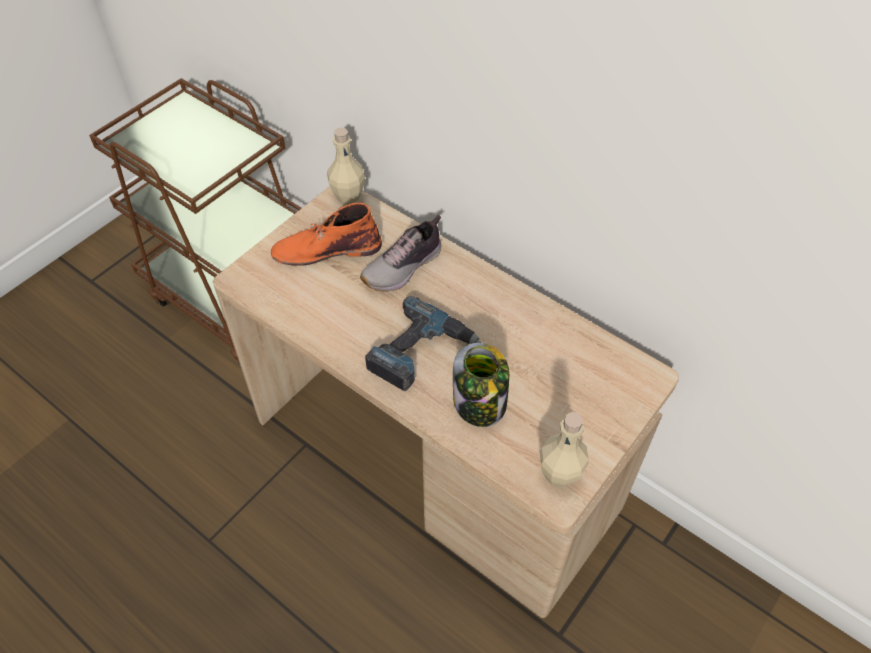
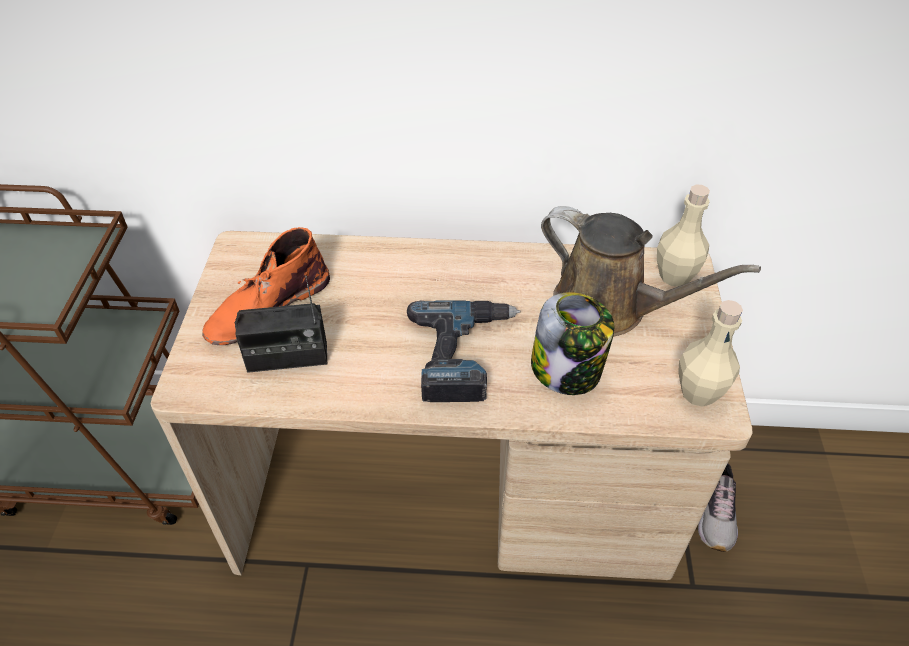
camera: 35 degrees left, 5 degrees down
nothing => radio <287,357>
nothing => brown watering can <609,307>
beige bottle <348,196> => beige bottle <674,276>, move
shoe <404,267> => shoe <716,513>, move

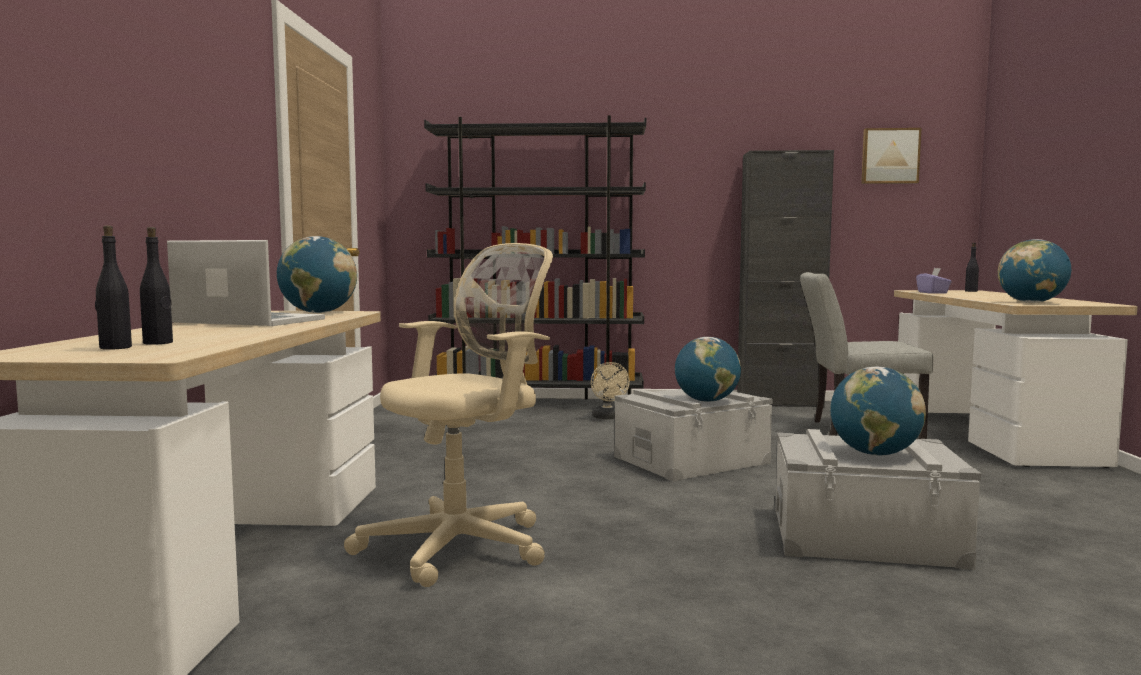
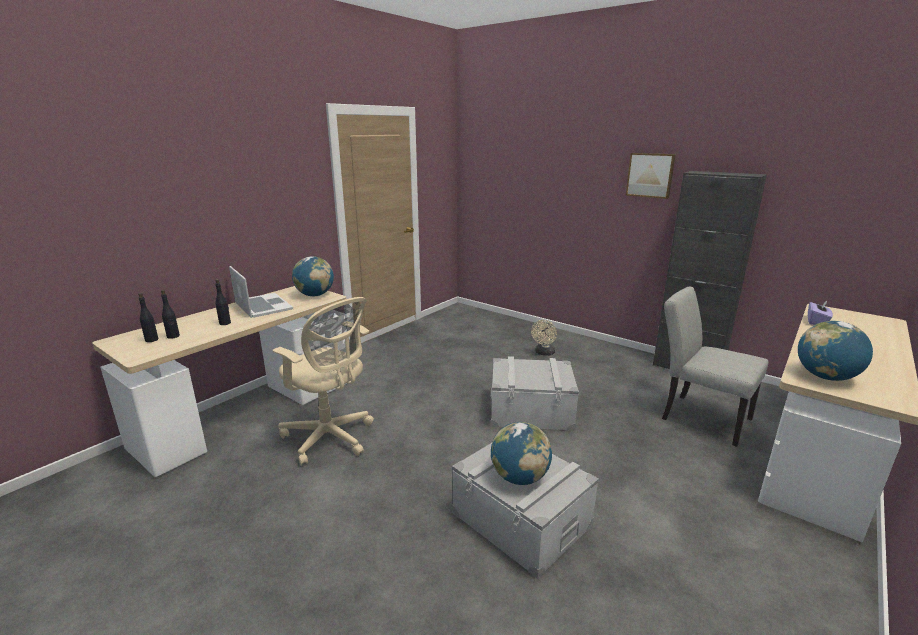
camera: 35 degrees right, 15 degrees up
black bookcase <539,403> => nothing
globe <706,401> => nothing
picture <889,156> => picture <650,175>, move
black bottle <971,291> => black bottle <225,323>, move
beige office chair <463,545> => beige office chair <330,438>, 45 degrees clockwise

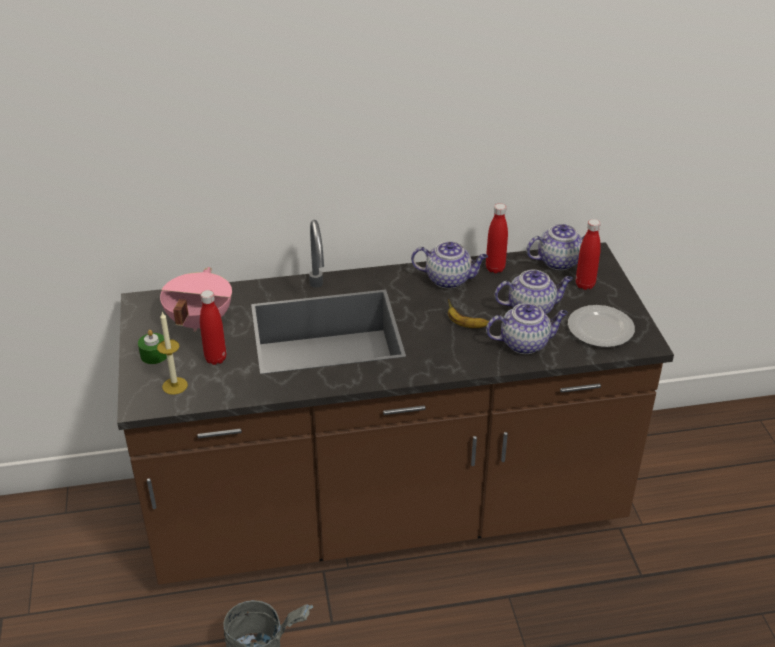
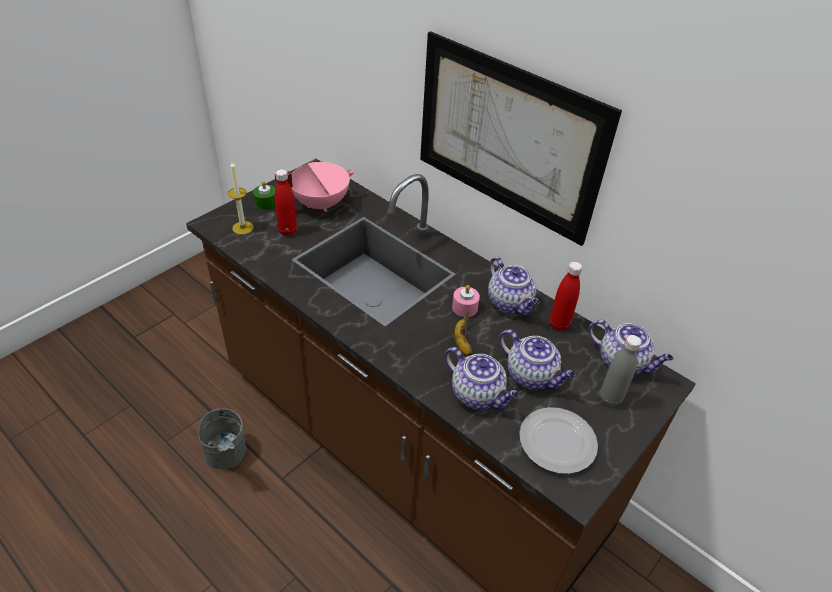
camera: 50 degrees right, 5 degrees up
nothing => picture <507,137>
nothing => pink candle <464,307>
red bottle <585,285> => grey bottle <610,398>

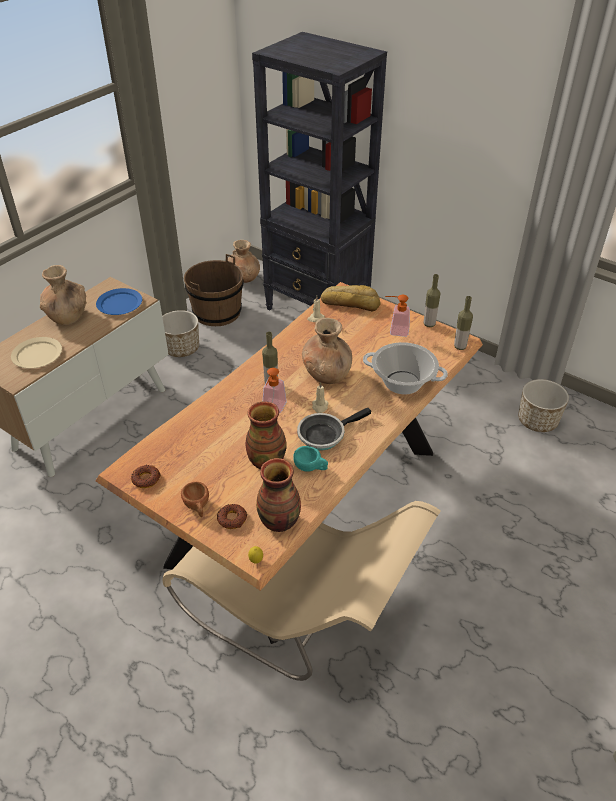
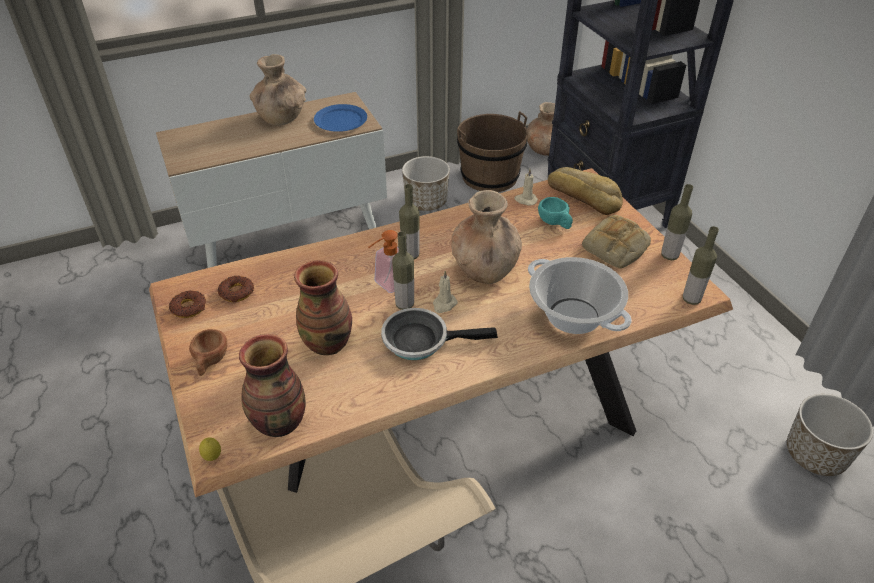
camera: 30 degrees right, 0 degrees up
beige plate <37,355> => nothing
nothing => bottle <404,304>
donut <232,519> => donut <236,292>, move
turquoise cup <310,467> => turquoise cup <555,223>, move
soap dispenser <395,330> => bread <616,248>

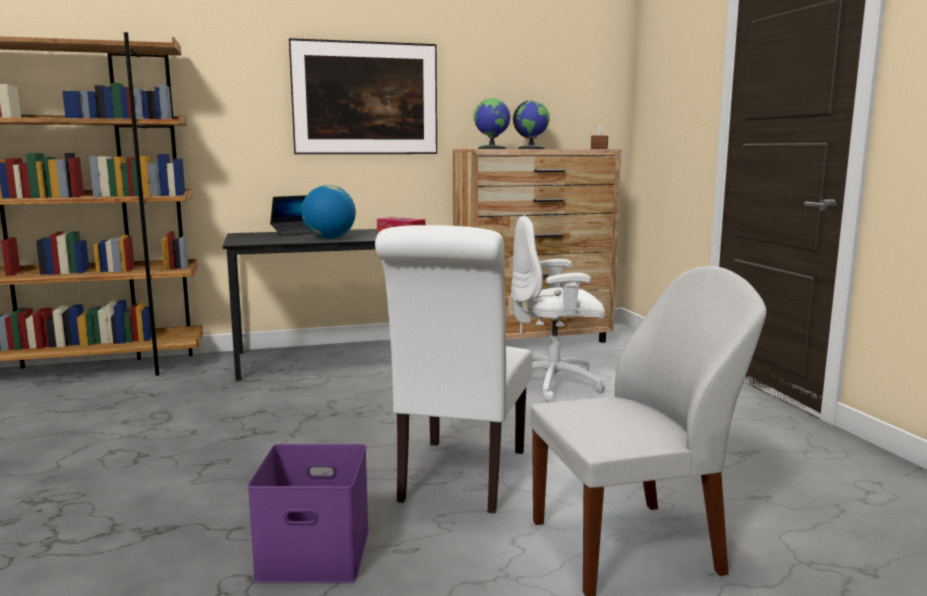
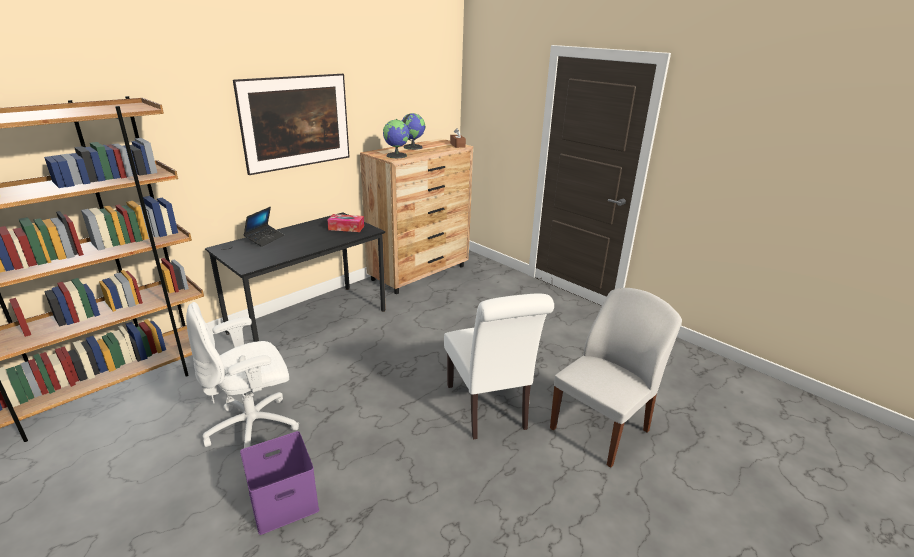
camera: 30 degrees left, 15 degrees up
globe <329,238> => nothing
purple storage box <312,555> => purple storage box <282,502>, move
white office chair <554,384> => white office chair <254,427>, move

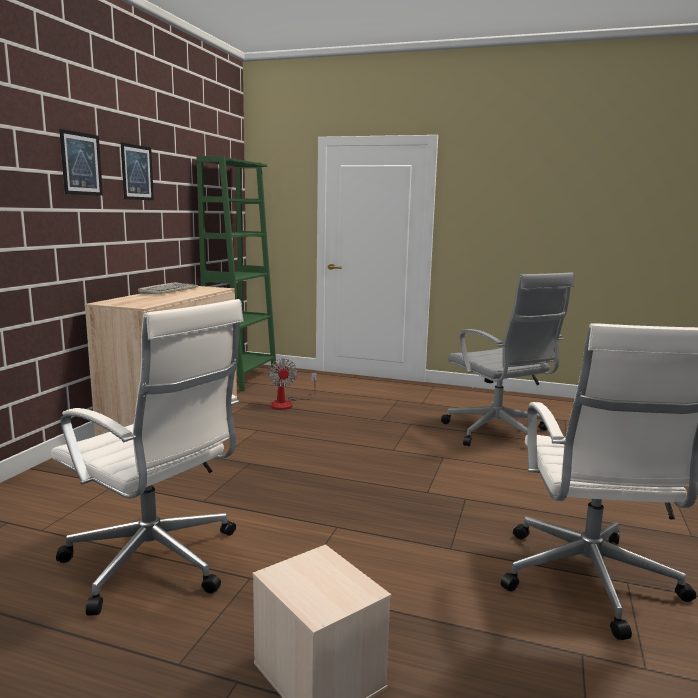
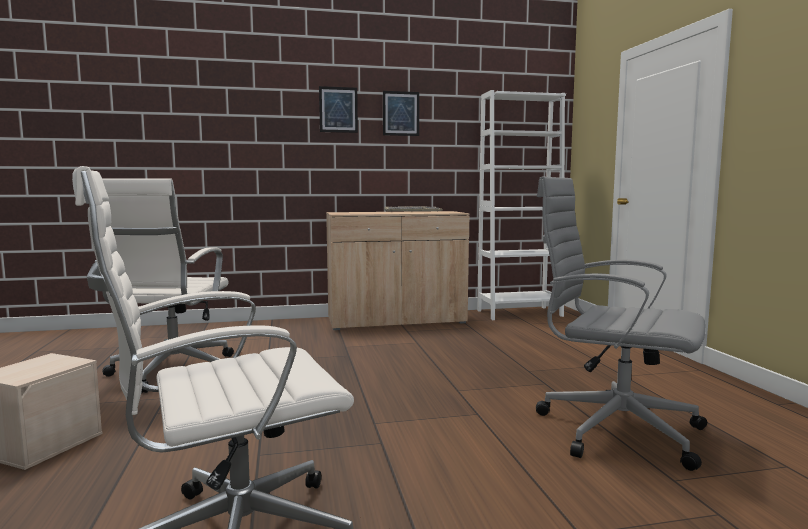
camera: 60 degrees right, 5 degrees down
fan <287,404> => nothing
green bookcase <242,379> => white bookcase <519,313>
grey office chair <498,433> => grey office chair <613,429>, 90 degrees clockwise

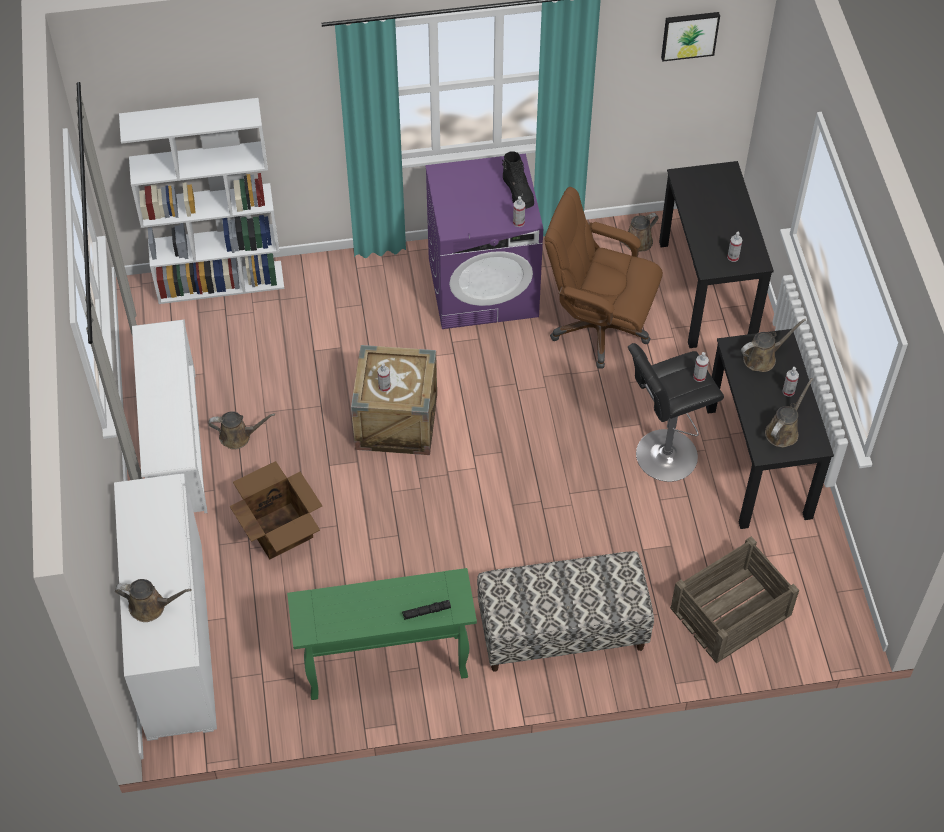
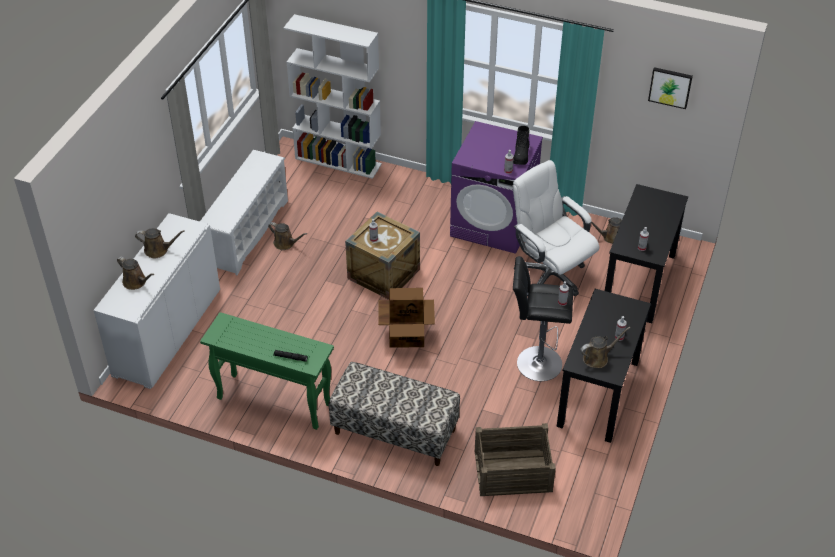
camera: 30 degrees right, 10 degrees down
cardboard box <280,529> => cardboard box <407,334>, move
brown watering can <762,358> => brown watering can <158,250>, move
brown office chair <598,328> => white office chair <549,275>

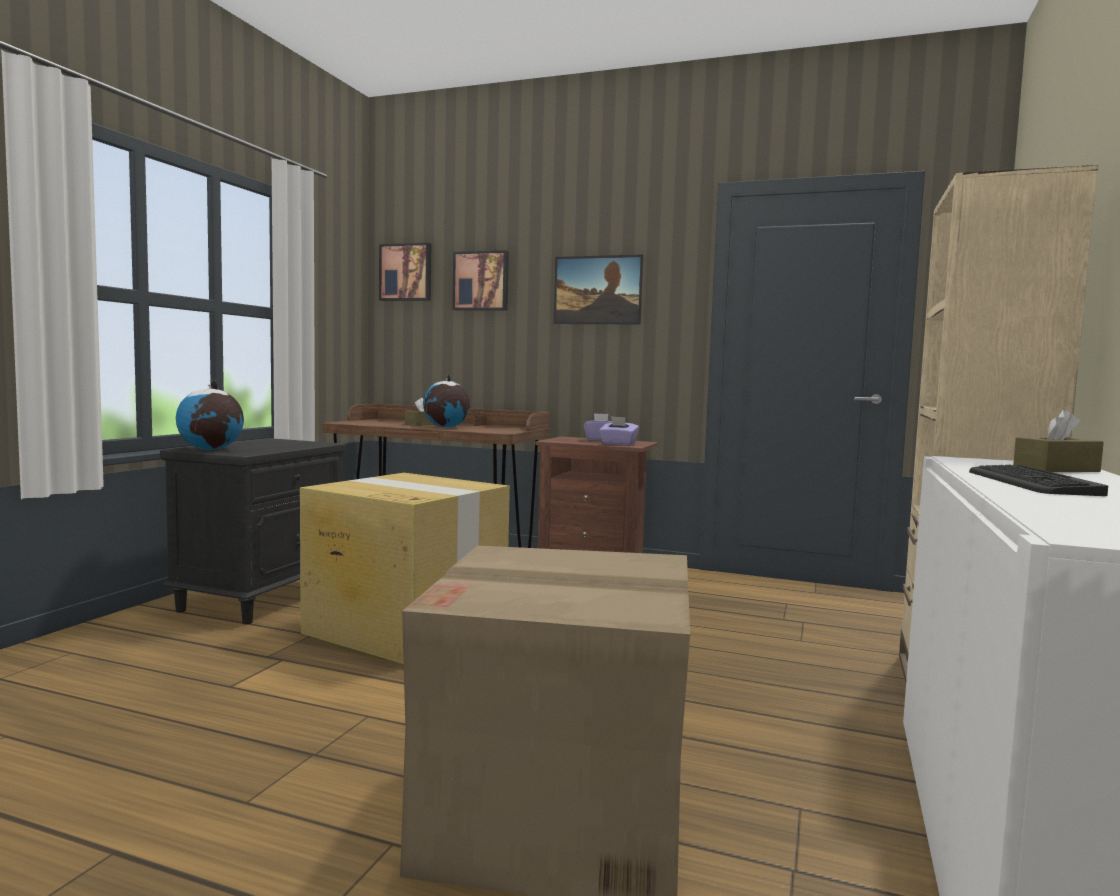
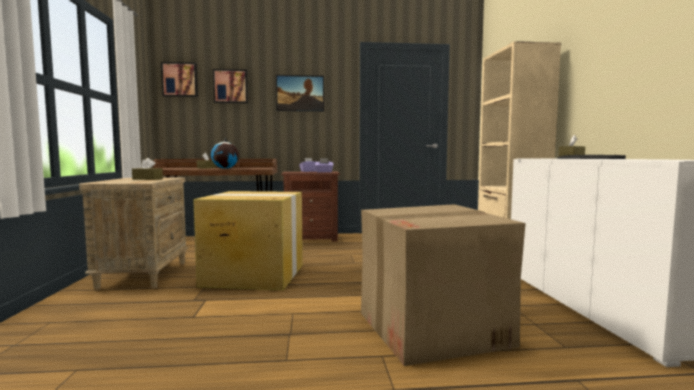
camera: 25 degrees left, 0 degrees up
globe <211,449> => nothing
nothing => brown tissue box <147,179>
black nightstand <262,597> => beige nightstand <144,275>

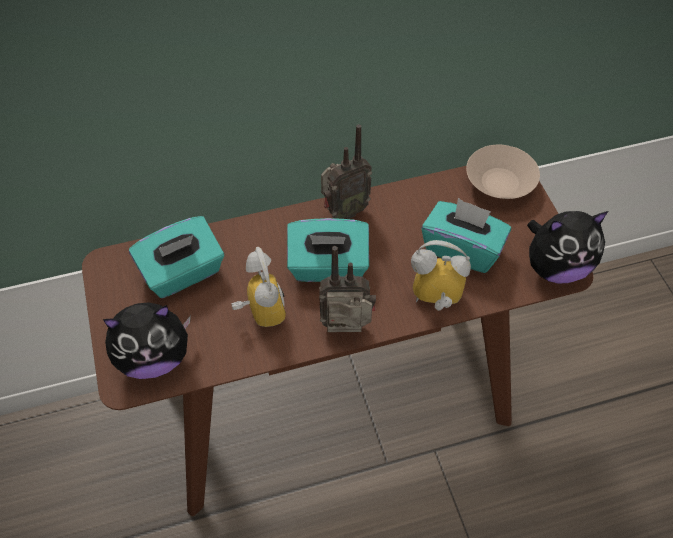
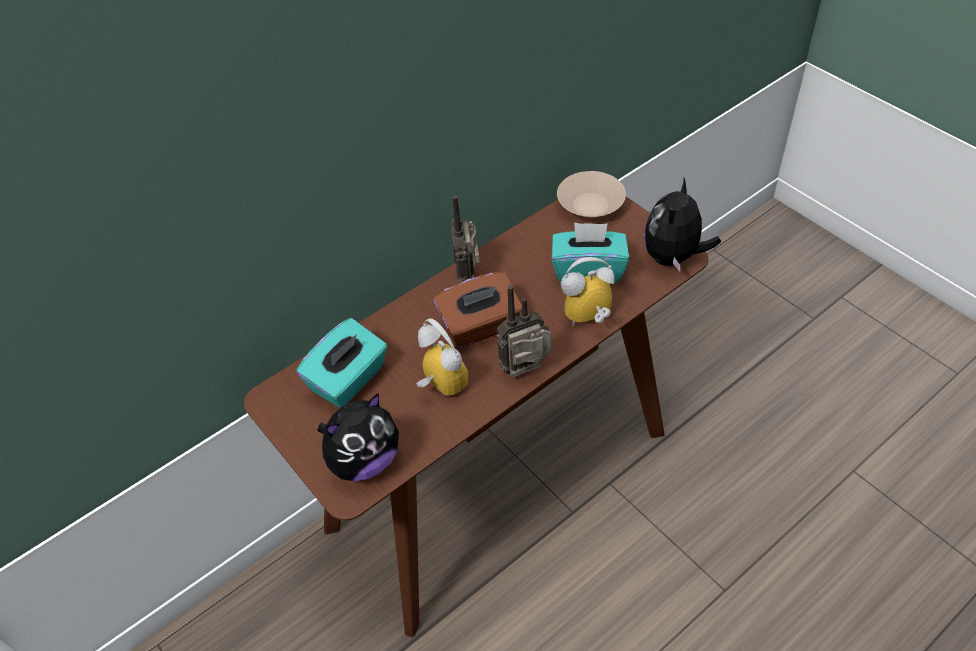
camera: 20 degrees left, 5 degrees down
turquoise tissue box <328,267> => brown tissue box <480,326>
radio <343,212> => radio <468,276>, 135 degrees clockwise
plush toy <556,267> => plush toy <673,257>, 150 degrees clockwise

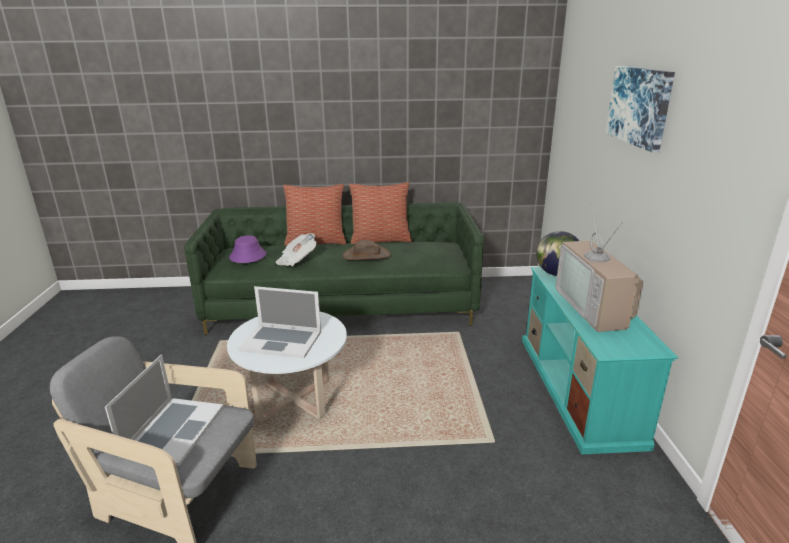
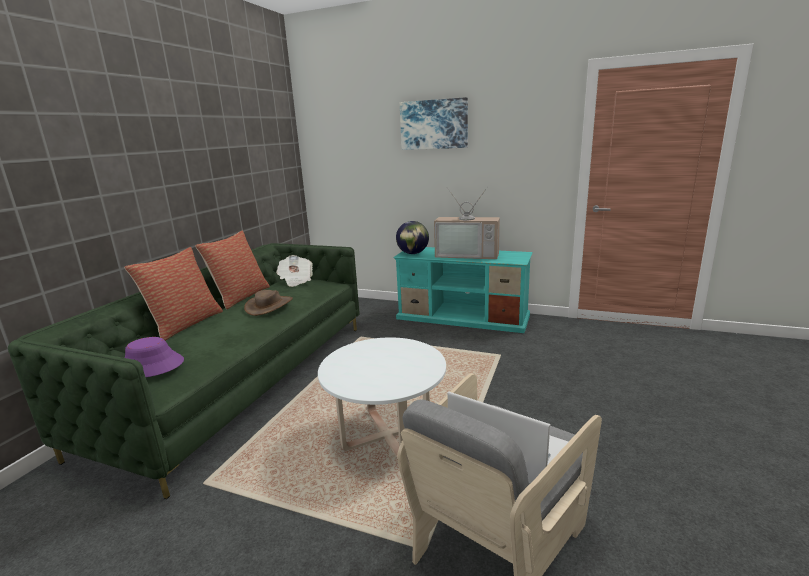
camera: 65 degrees left, 5 degrees down
laptop <281,340> => nothing
newspaper <297,260> => newspaper <296,280>, move

